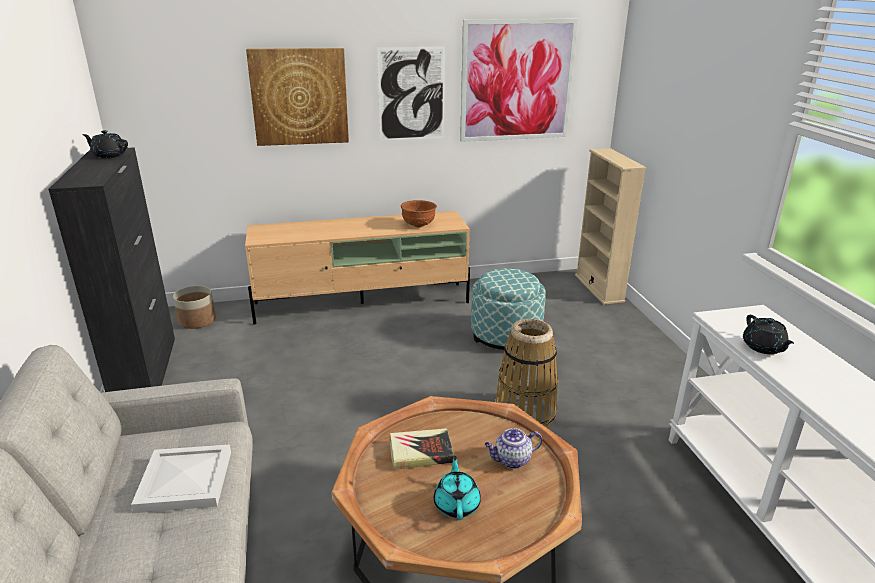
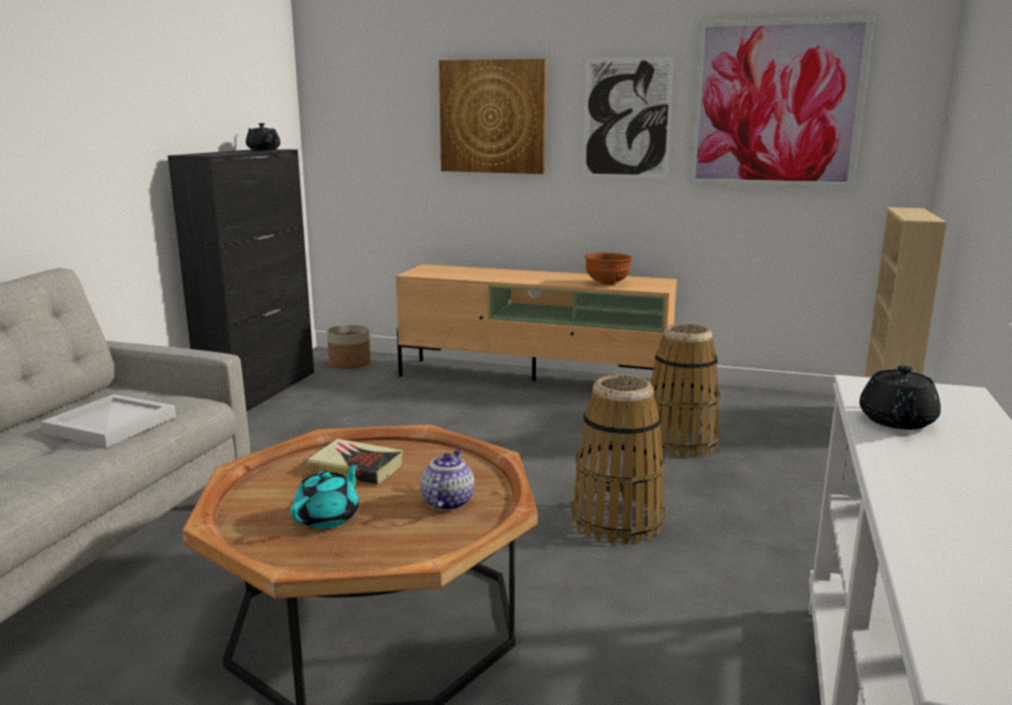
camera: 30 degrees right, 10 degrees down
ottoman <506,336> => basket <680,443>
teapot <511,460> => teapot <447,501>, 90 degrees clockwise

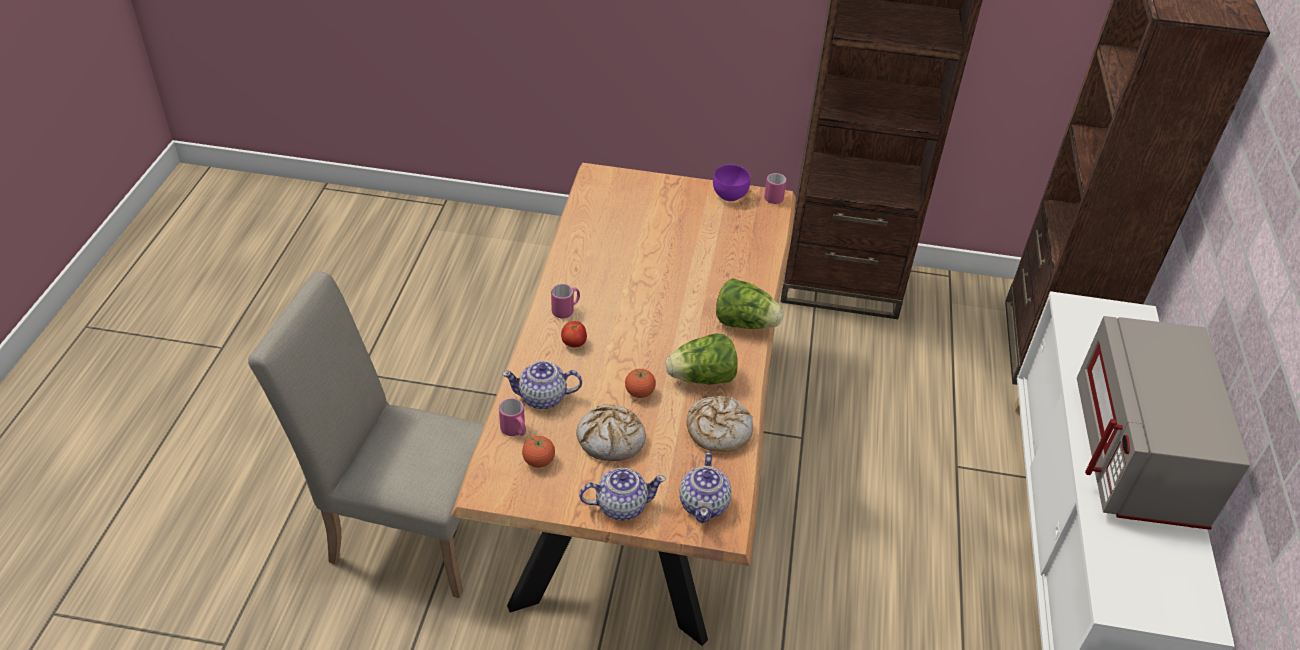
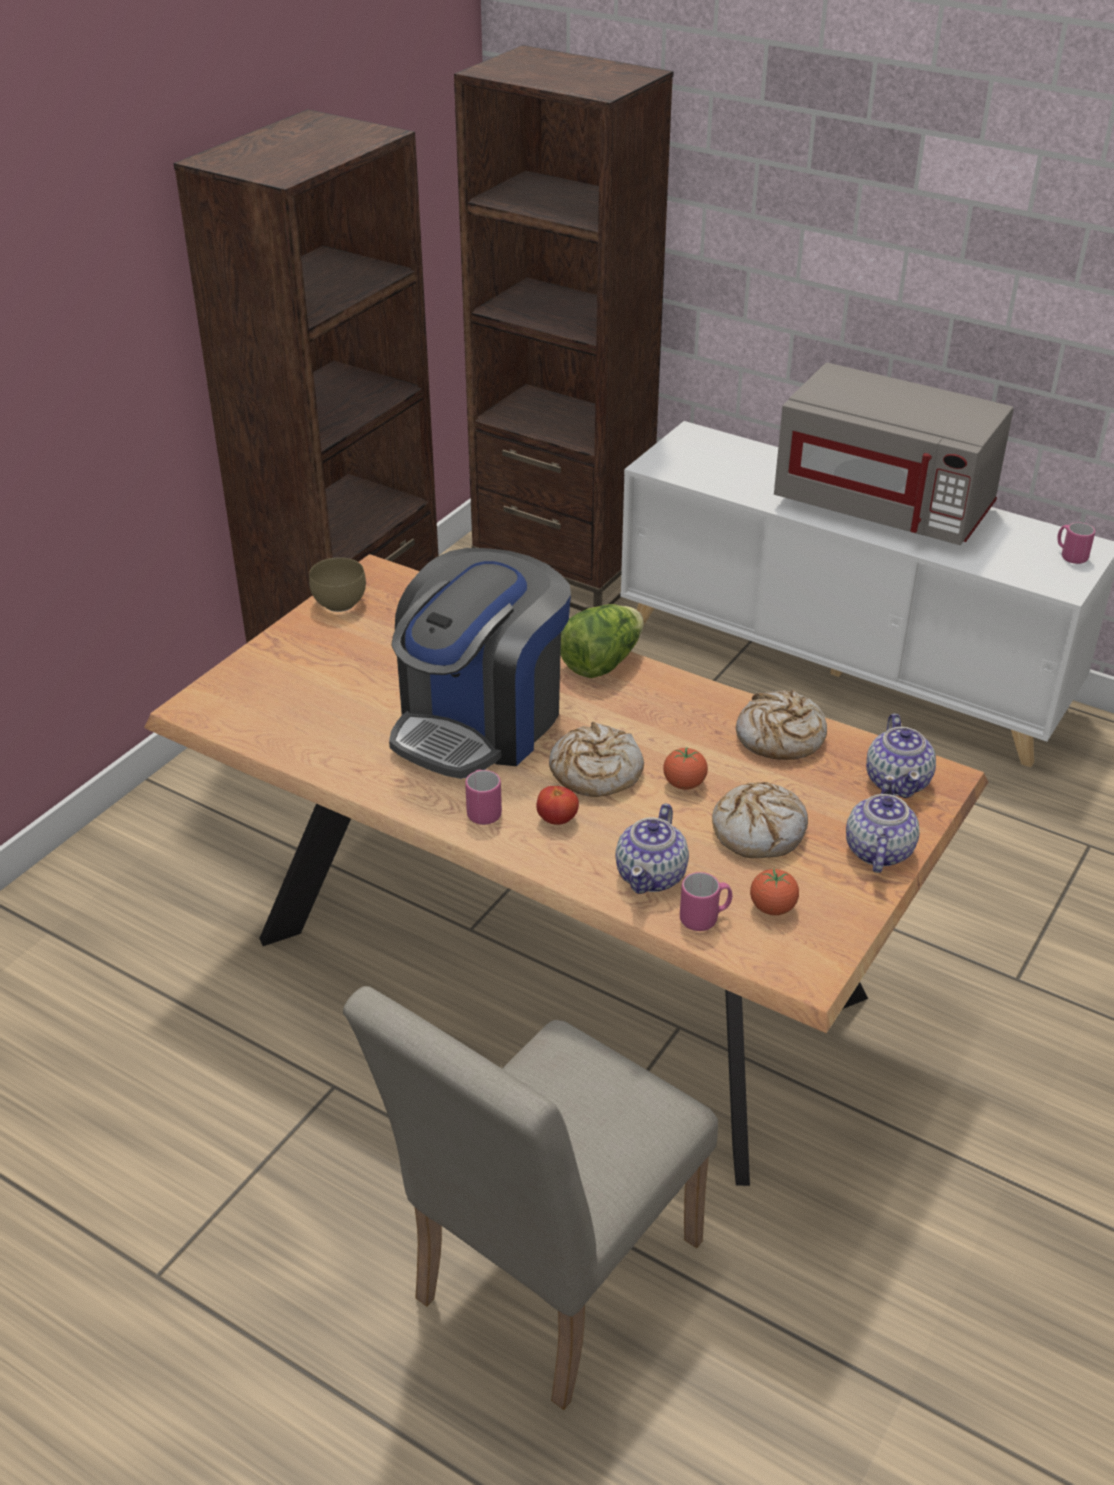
camera: 65 degrees left, 5 degrees down
lettuce <702,378> => nothing
nothing => coffee machine <480,722>
nothing => bread <595,772>
pink mug <775,197> => pink mug <1070,556>, move
purple bowl <730,195> => brown bowl <339,602>
teapot <704,504> => teapot <898,781>, 60 degrees clockwise

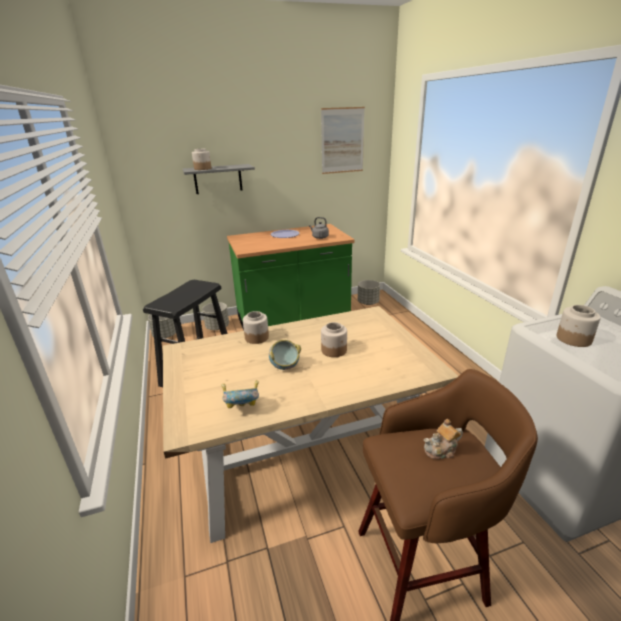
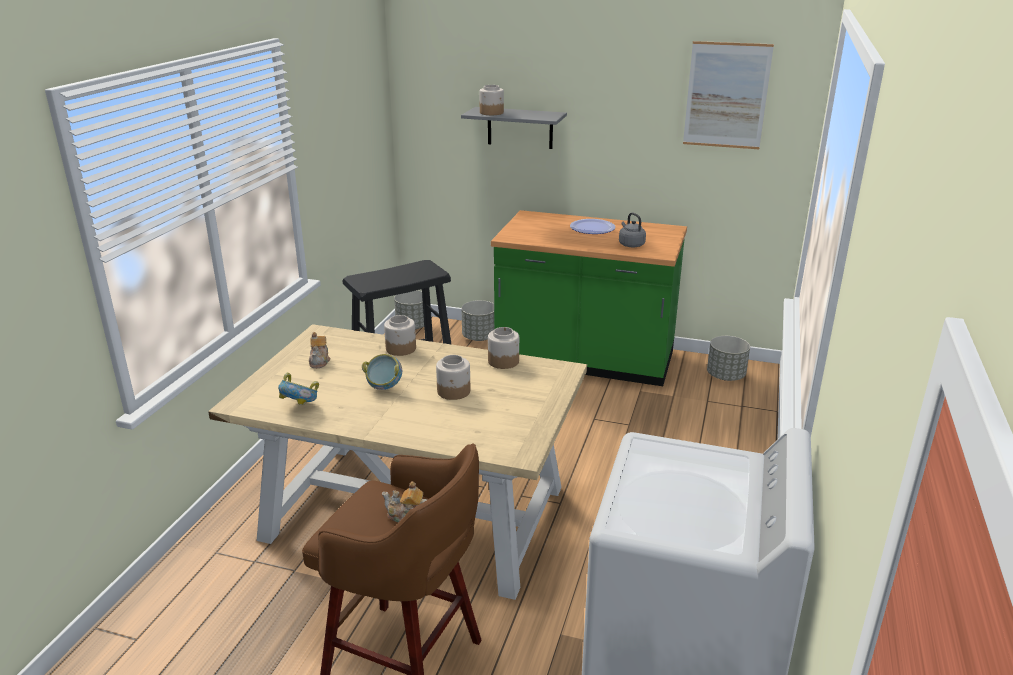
camera: 35 degrees right, 0 degrees up
nothing => teapot <319,361>
jar <573,339> => jar <503,361>, move

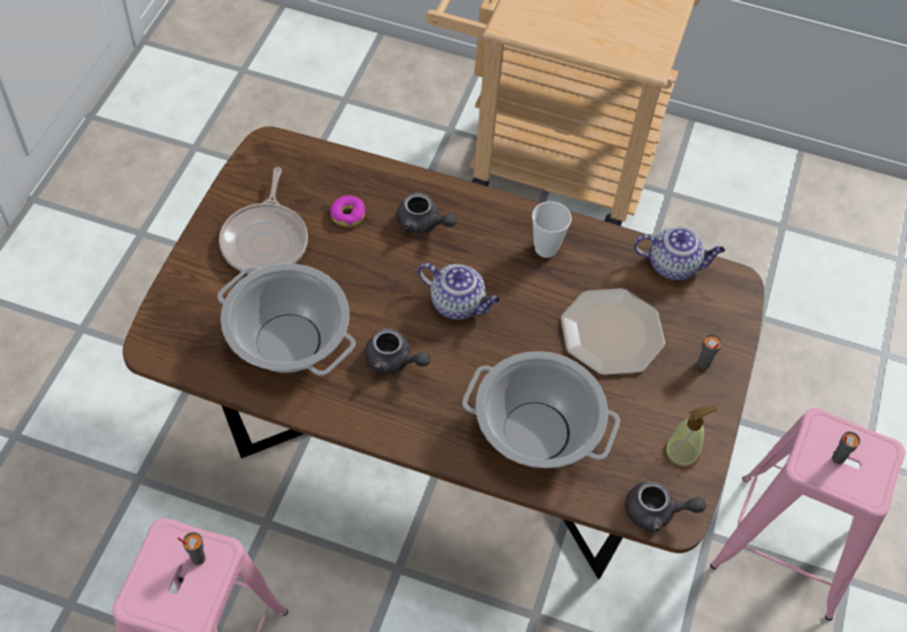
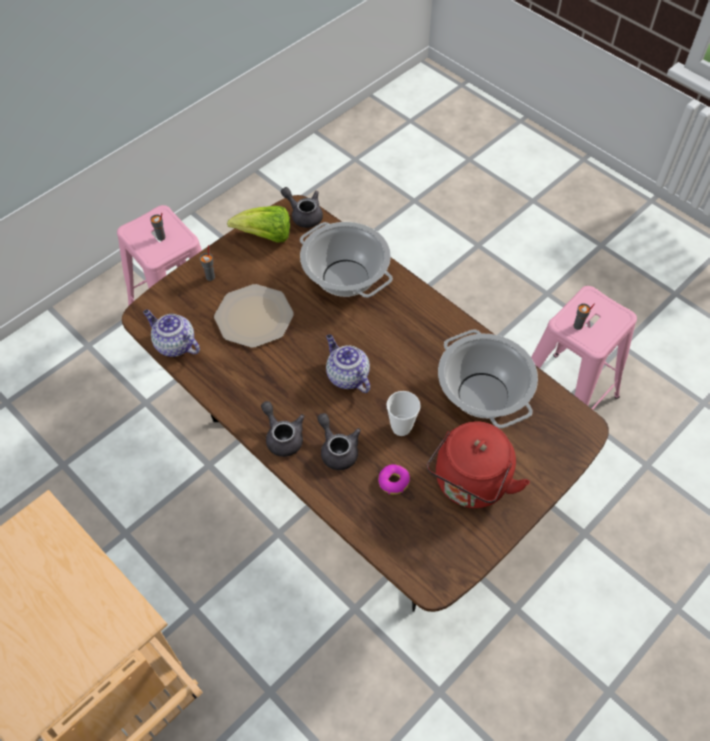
camera: 150 degrees left, 0 degrees up
grey teapot <393,361> => grey teapot <282,436>, move
cup <546,248> => cup <401,427>, move
frying pan <266,240> => red kettle <470,484>
soap dispenser <681,453> => lettuce <265,236>

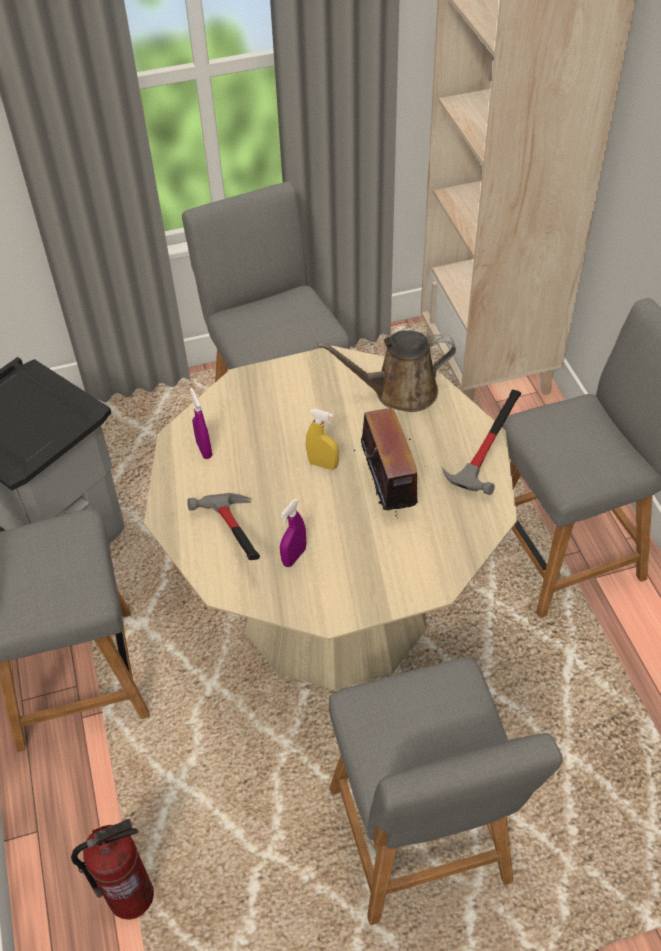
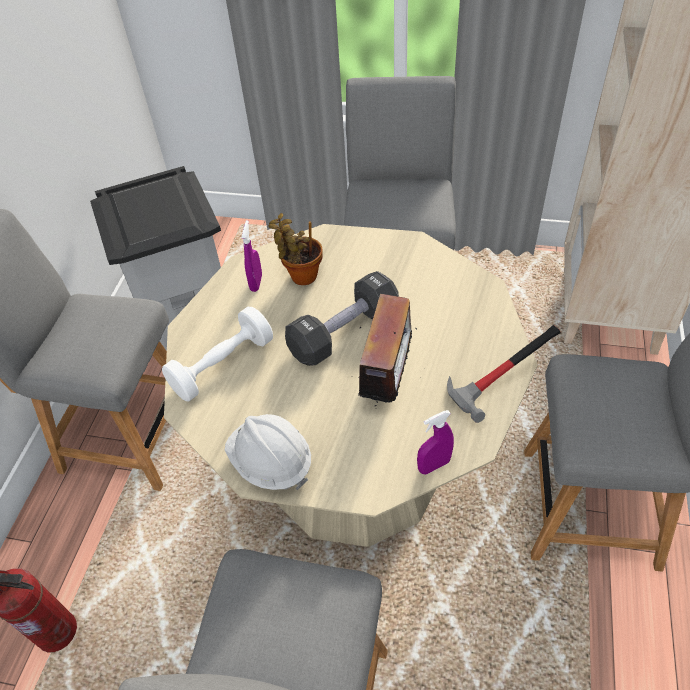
camera: 30 degrees right, 0 degrees up
brown watering can <399,392> => nothing
nothing => white hard hat <271,462>
nothing => potted plant <301,275>
purple spray bottle <294,556> => purple spray bottle <434,465>, move
hammer <229,537> => white dumbbell <222,366>
yellow spray bottle <323,464> => black dumbbell <344,332>

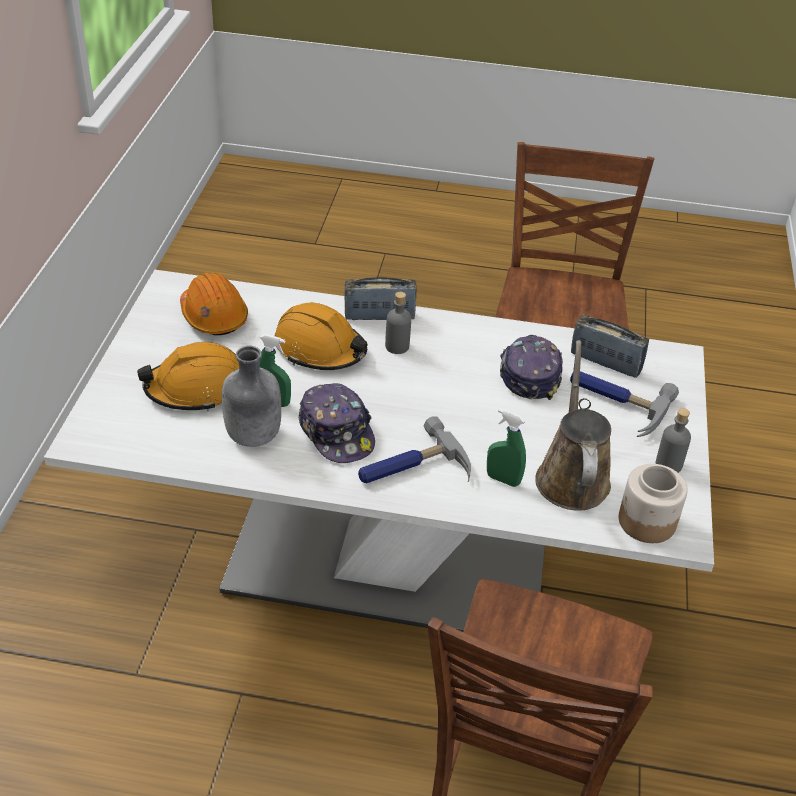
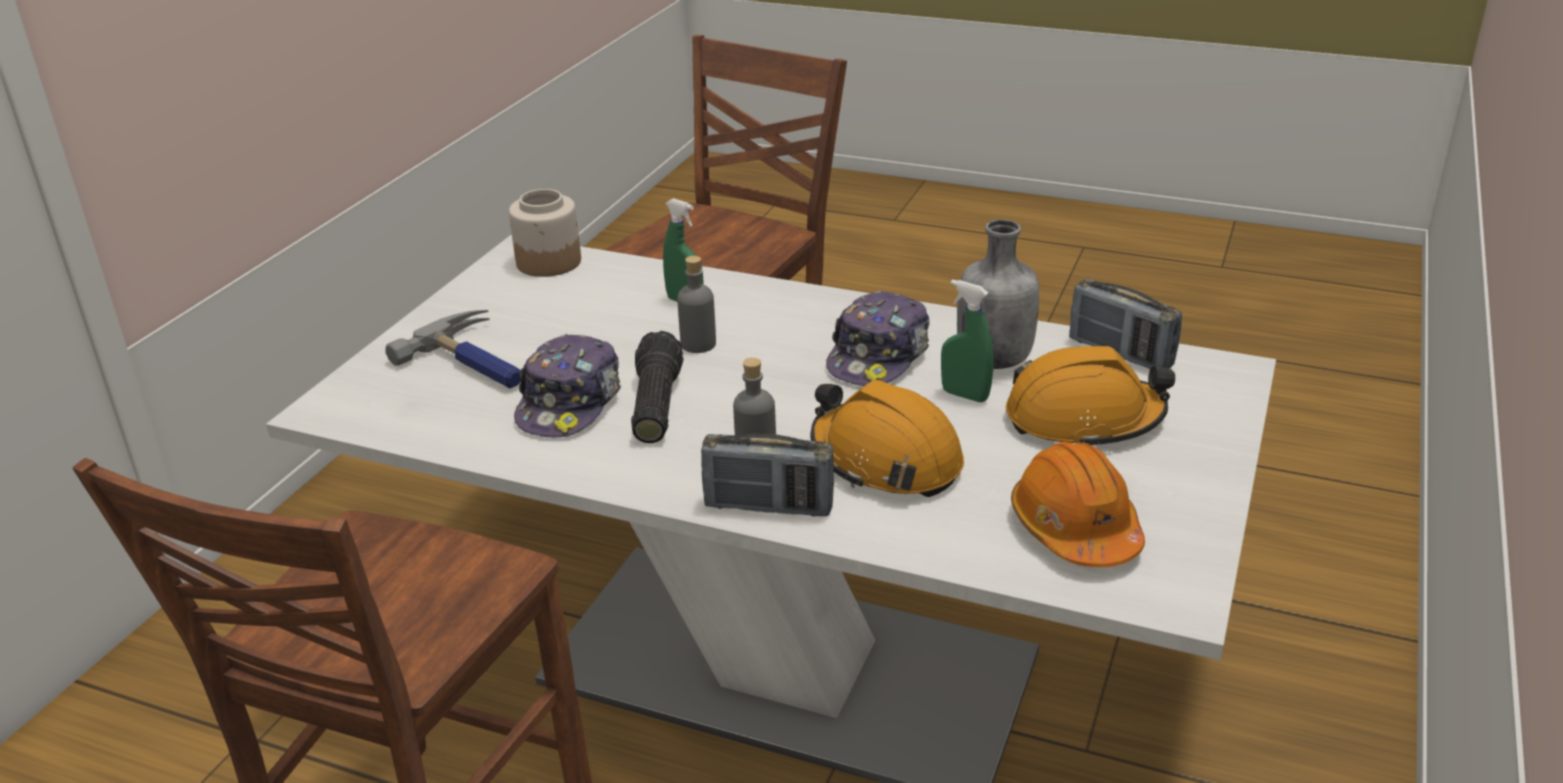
camera: 165 degrees left, 10 degrees down
hammer <411,469> => nothing
brown watering can <571,476> => nothing
nothing => flashlight <654,405>
radio <605,362> => radio <1120,353>, move
grey bottle <668,464> => grey bottle <698,344>, move
cap <337,432> => cap <879,356>, 135 degrees counterclockwise

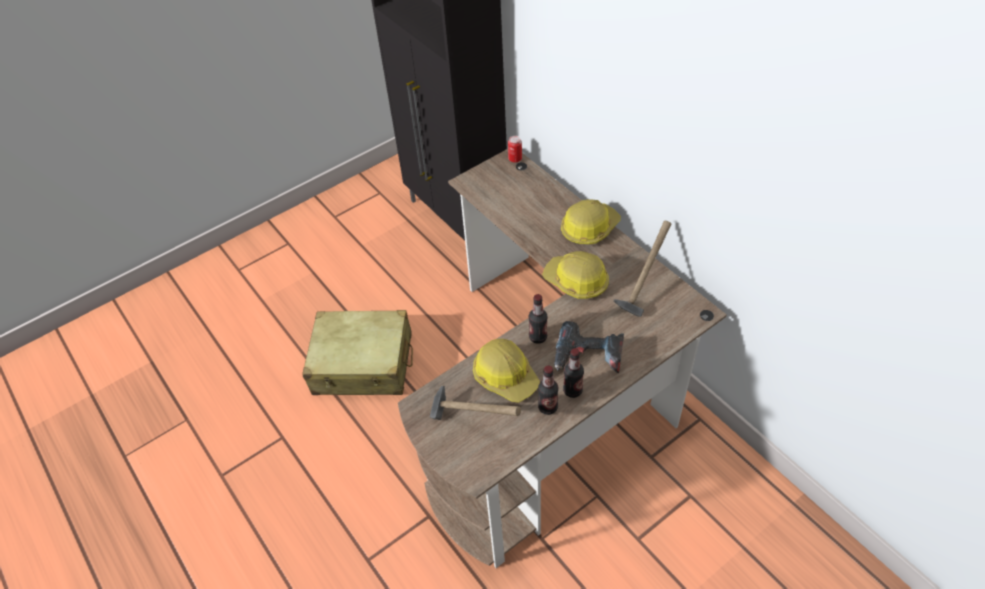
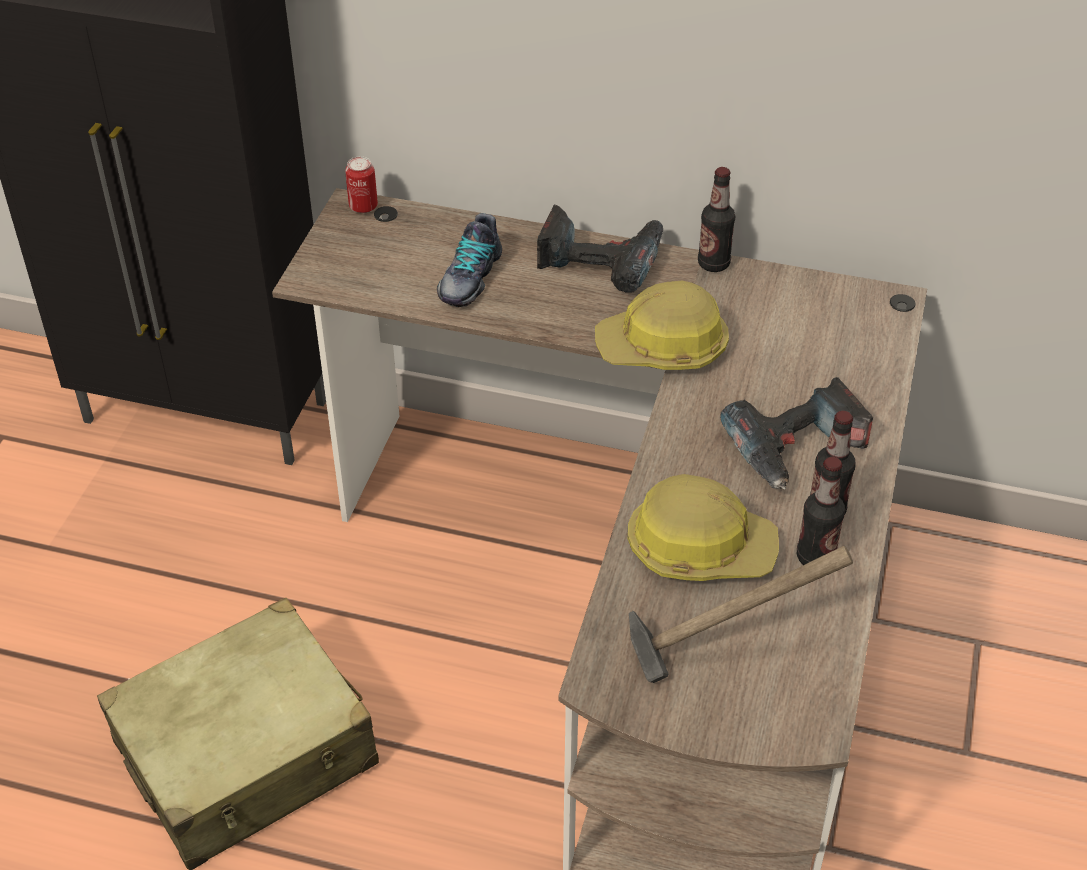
camera: 40 degrees left, 5 degrees down
hammer <641,290> => nothing
nothing => shoe <469,277>
bottle <538,337> => bottle <713,264>, move
hard hat <589,228> => power drill <600,260>

